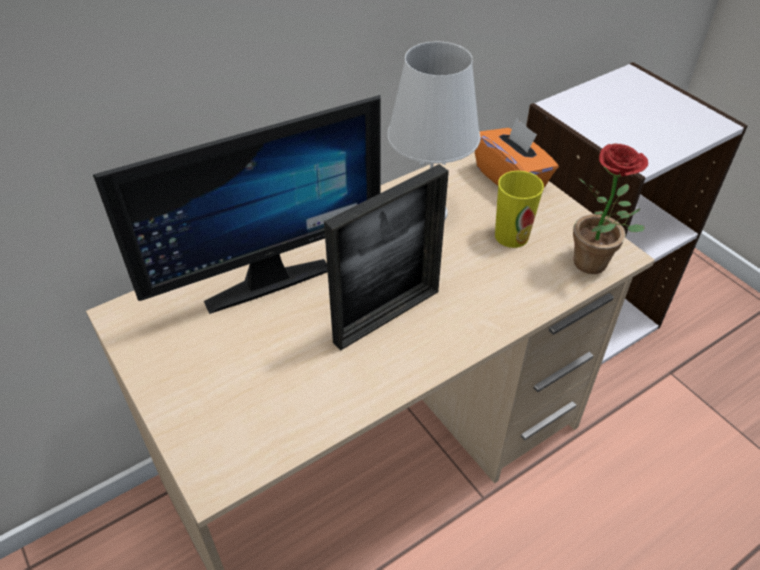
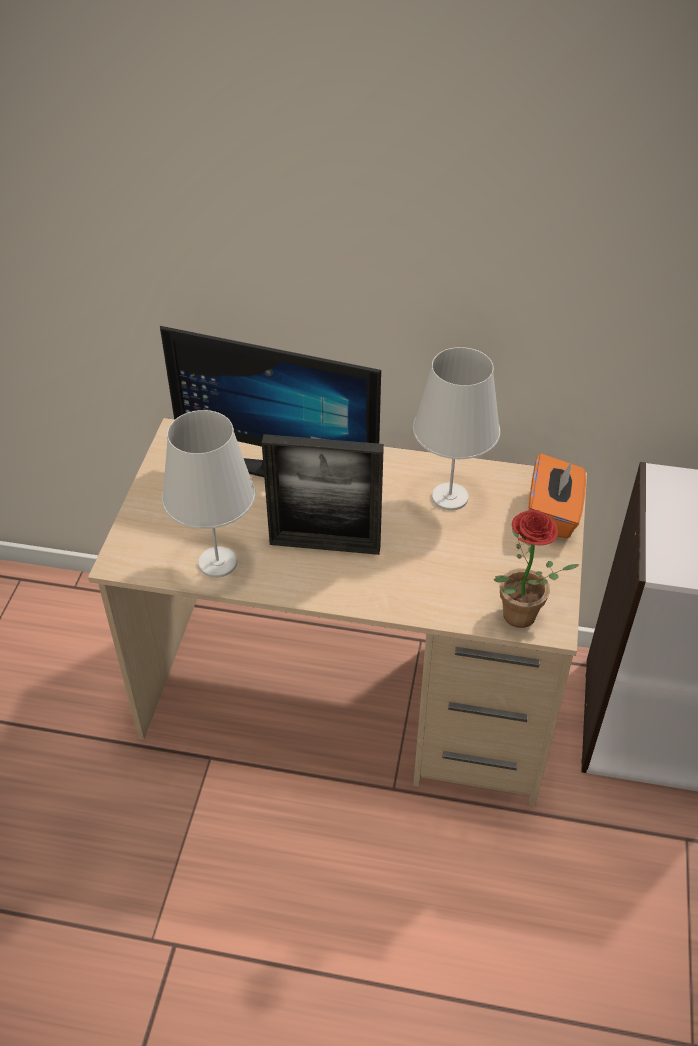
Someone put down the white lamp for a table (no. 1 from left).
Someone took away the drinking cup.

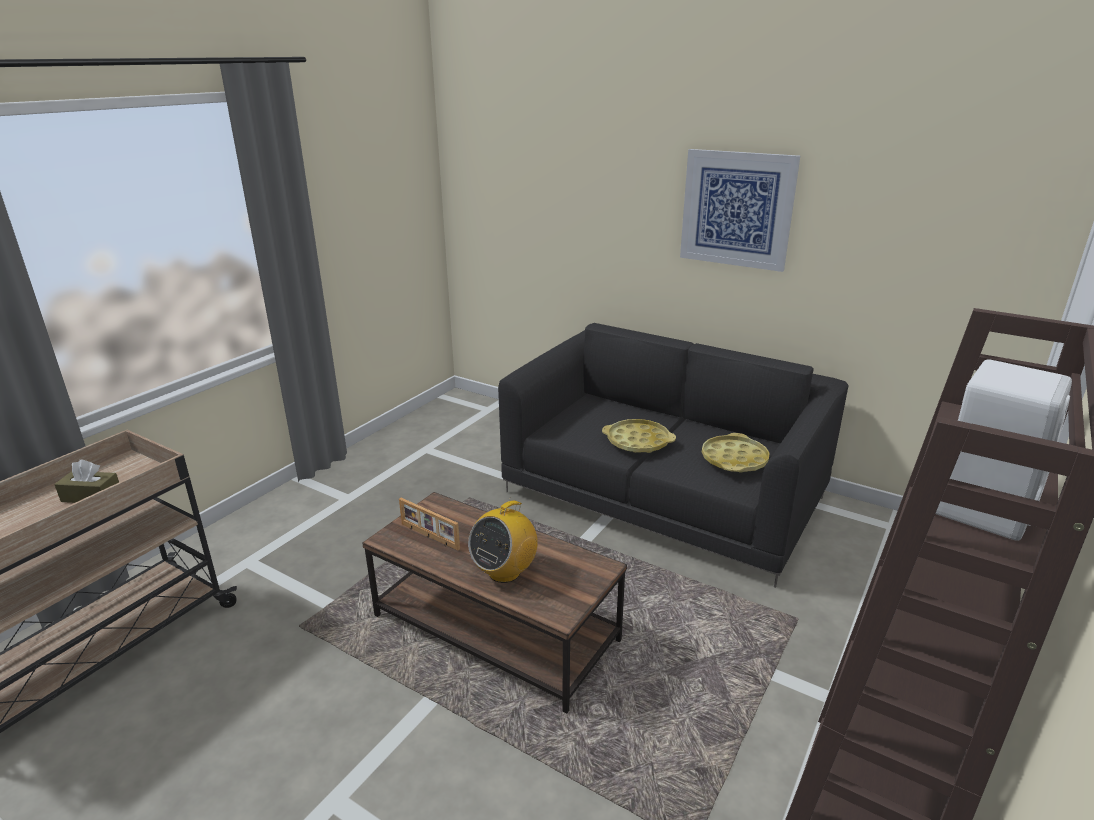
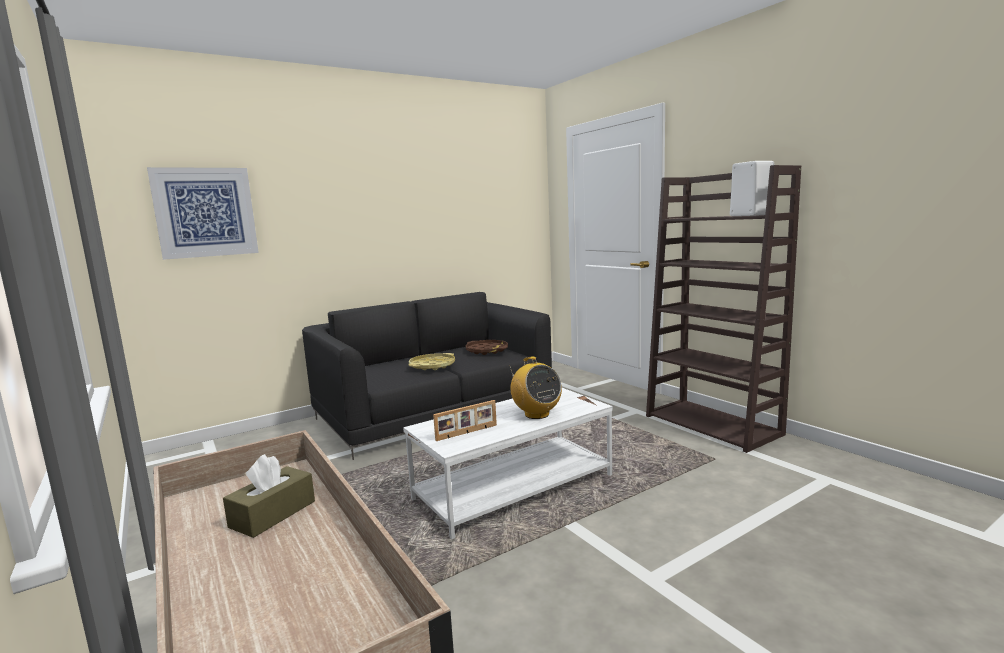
Someone carried the picture.
Someone repainted the brown-coloured coffee table, which became the white coffee table.
Someone repainted the yellow serving tray (no. 2 from left), which became the brown-coloured serving tray.

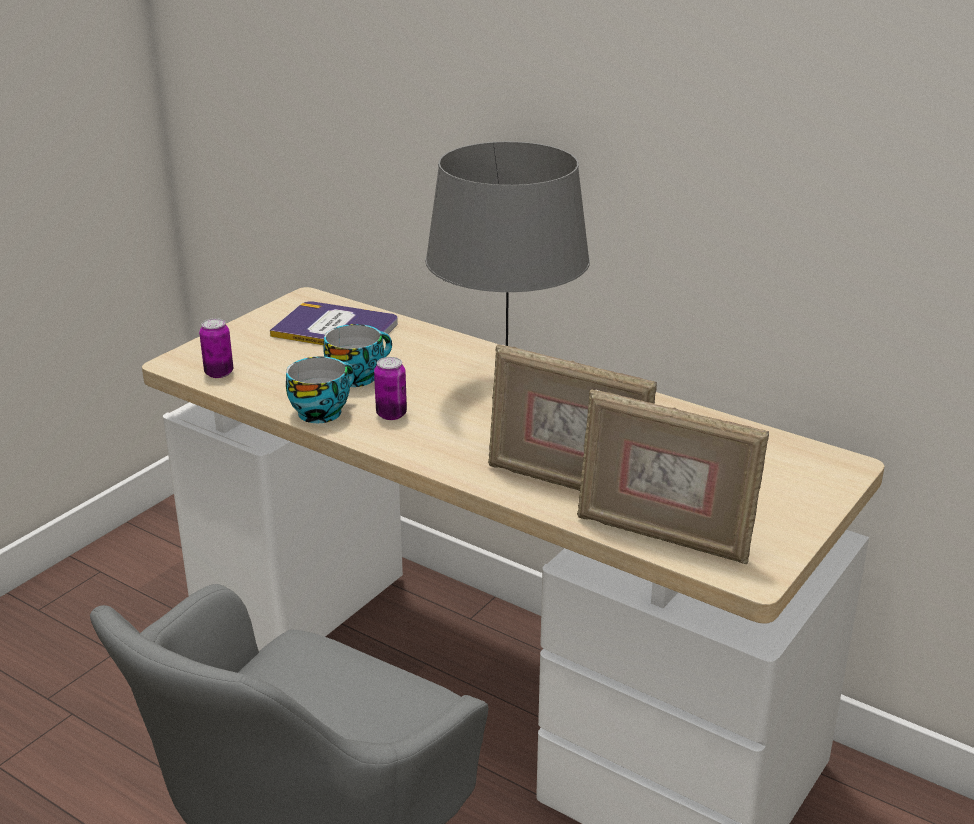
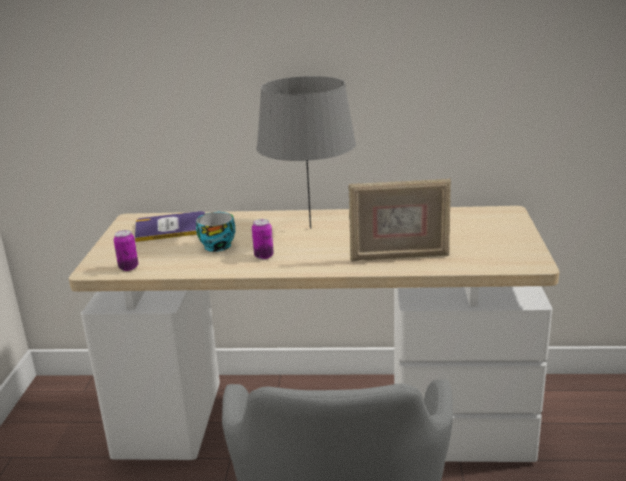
Someone took away the drinking cup (no. 1 from left).
Someone took away the standing frame (no. 2 from left).

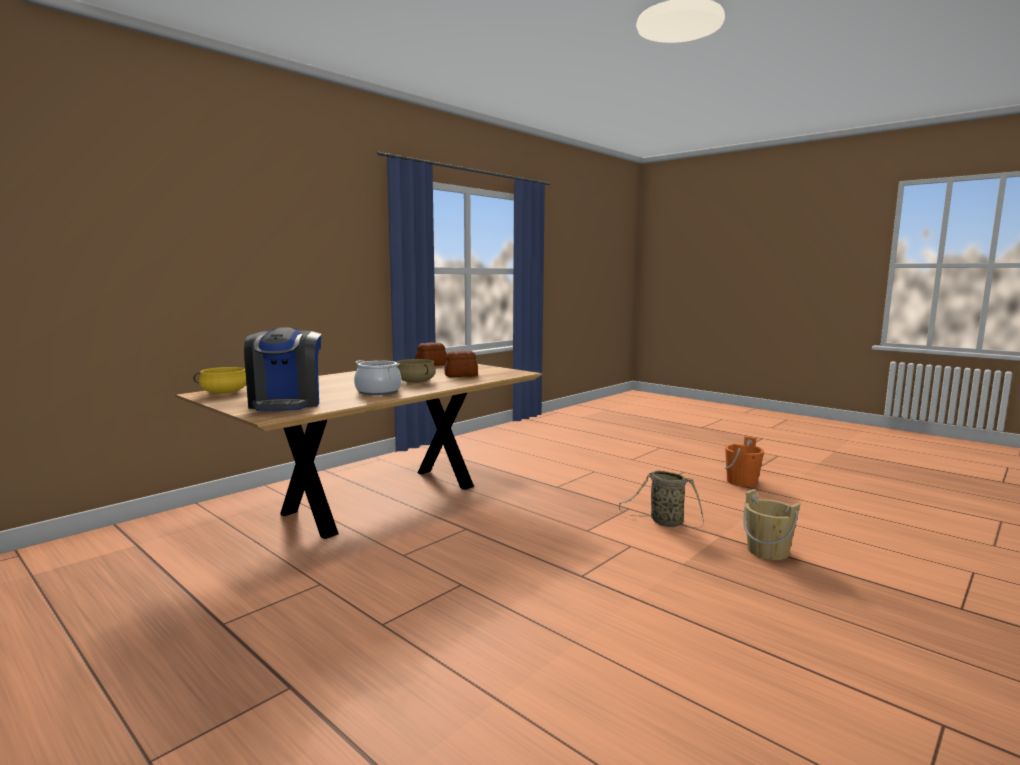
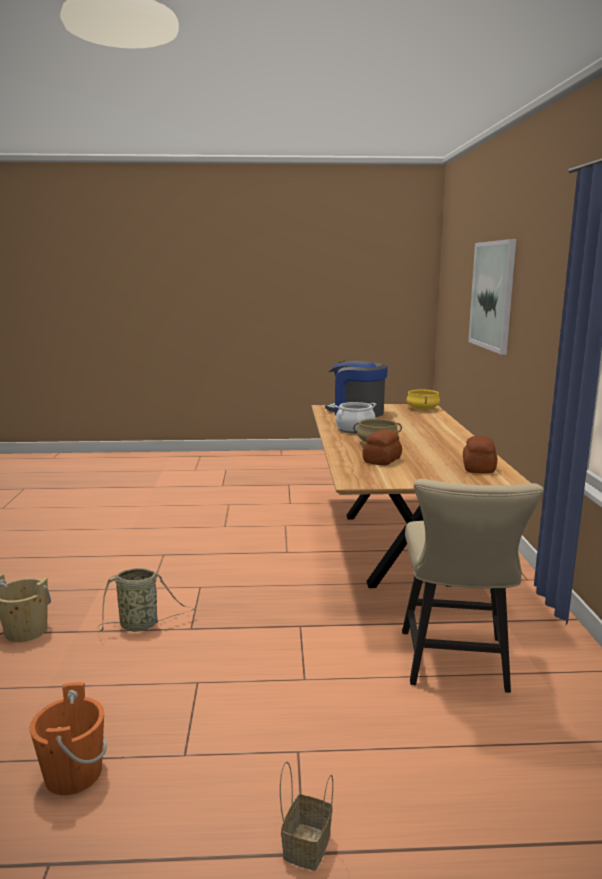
Someone put down the storage basket (no. 2 from left).
Someone put down the sand-coloured upright chair.
Someone put up the picture.

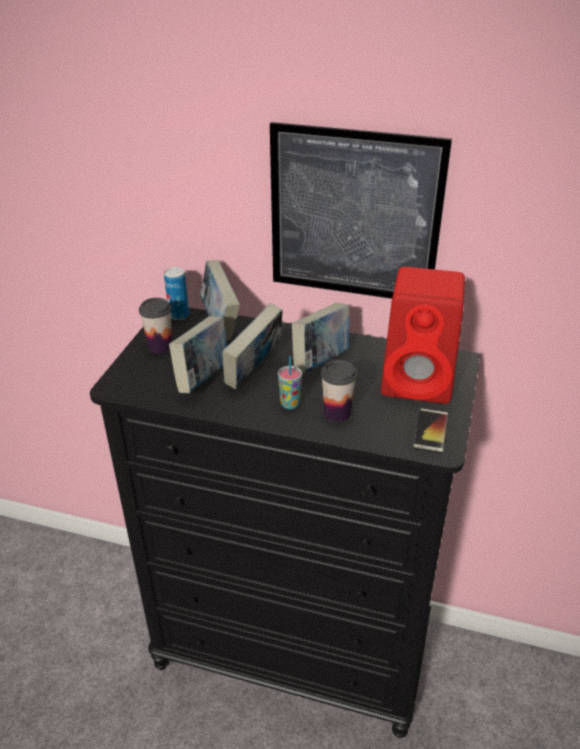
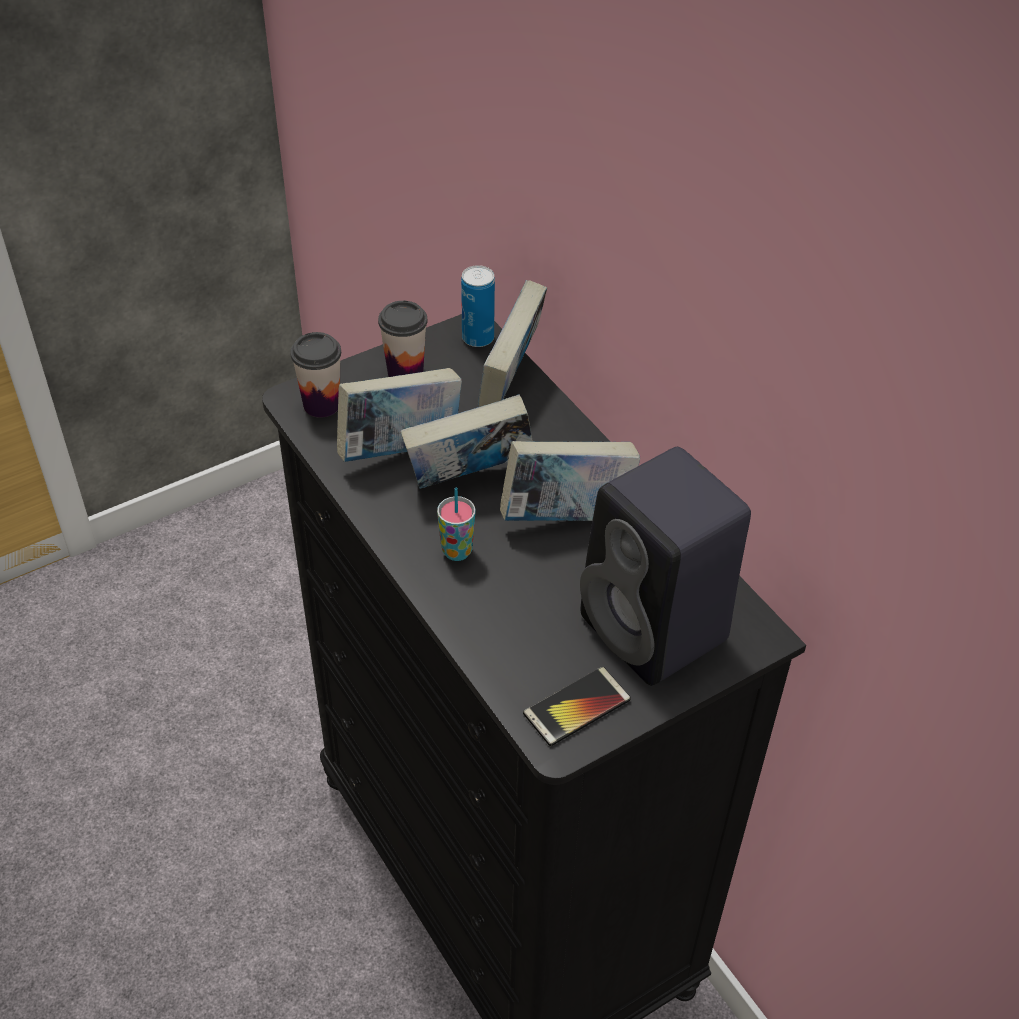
Someone carried the drinking cup (no. 3 from left in the first image).
Someone repainted the red-coloured audio speaker, which became the black-coloured audio speaker.
Someone took away the picture.

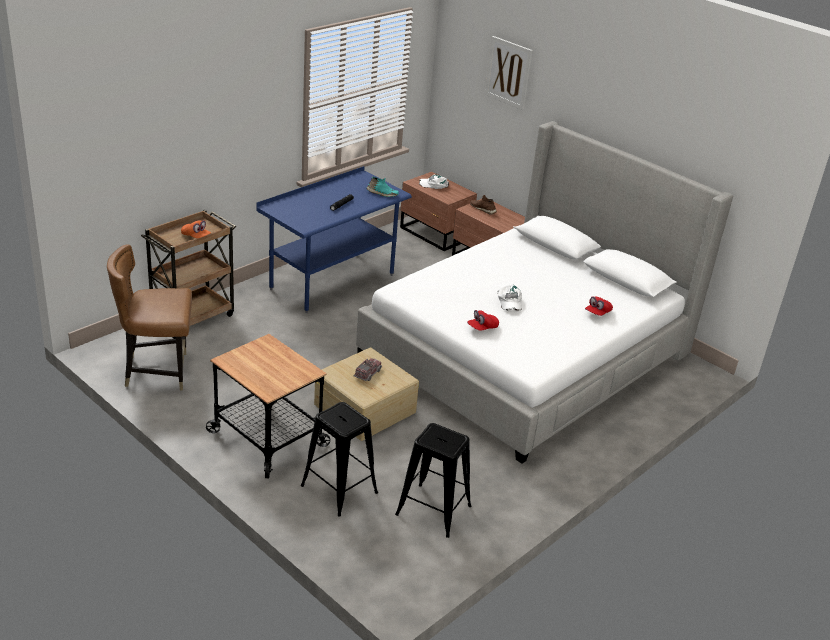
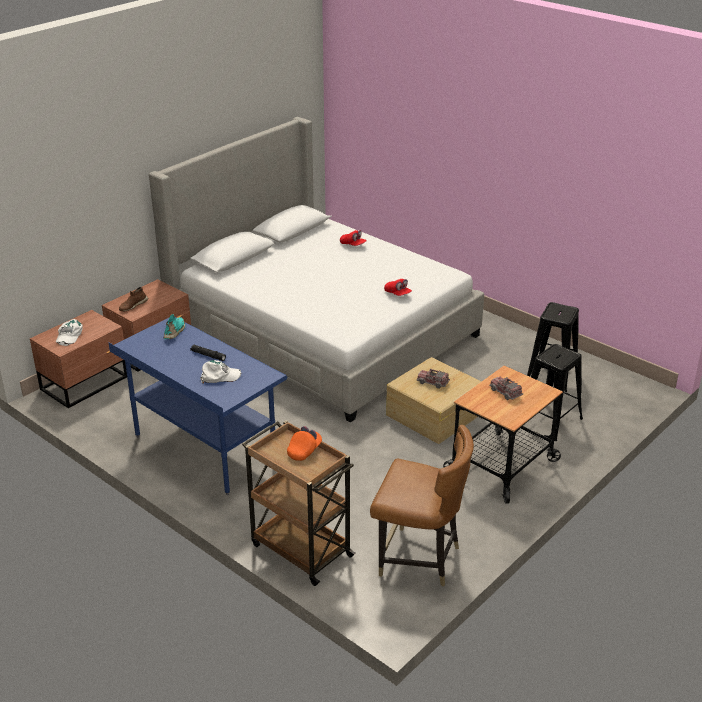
Someone carried the white peaked cap (no. 2 from left).
Someone rotated the brown-coloured upright chair by 60 degrees counterclockwise.
Someone put down the toy truck (no. 2 from left).
Someone took away the picture.

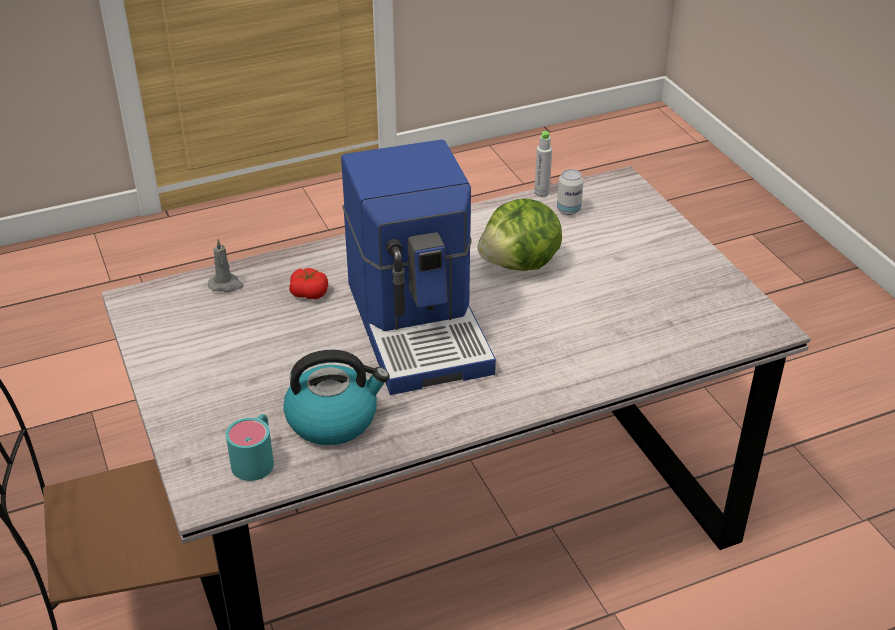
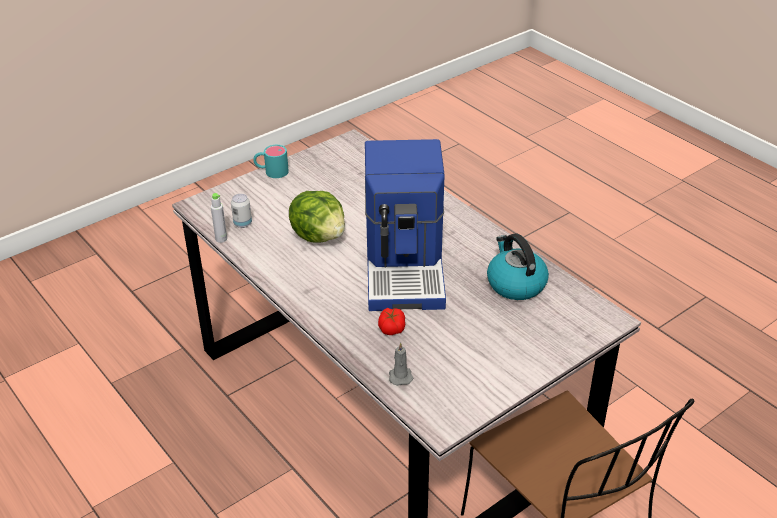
Someone carried the turquoise tea mug.
Someone rotated the coffee brewer by 120 degrees clockwise.

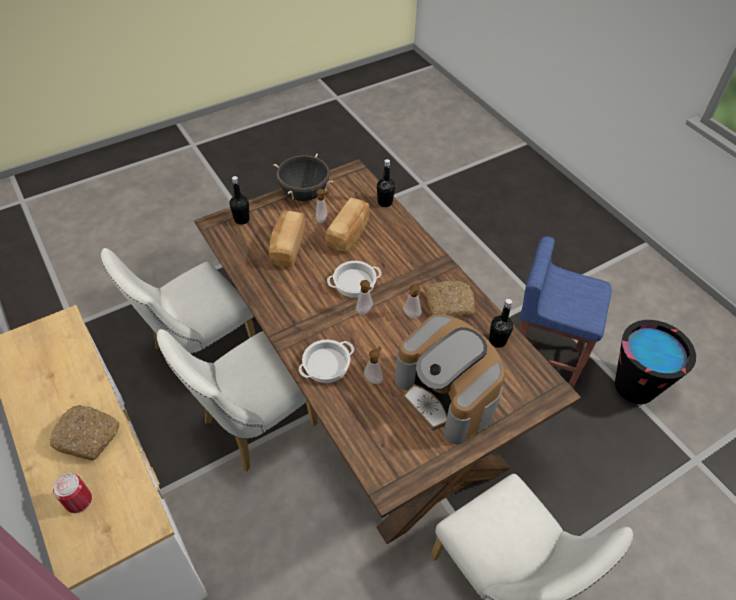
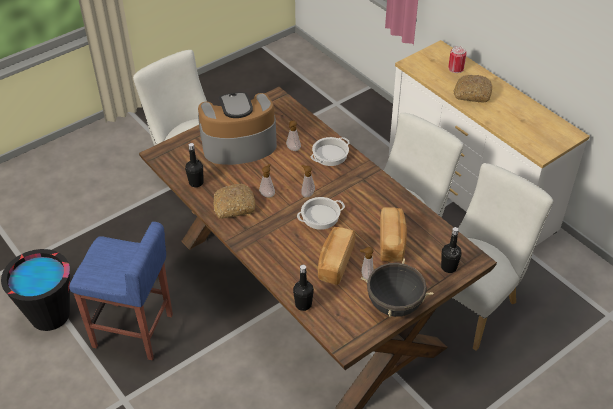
Someone rotated the coffee brewer by 60 degrees counterclockwise.

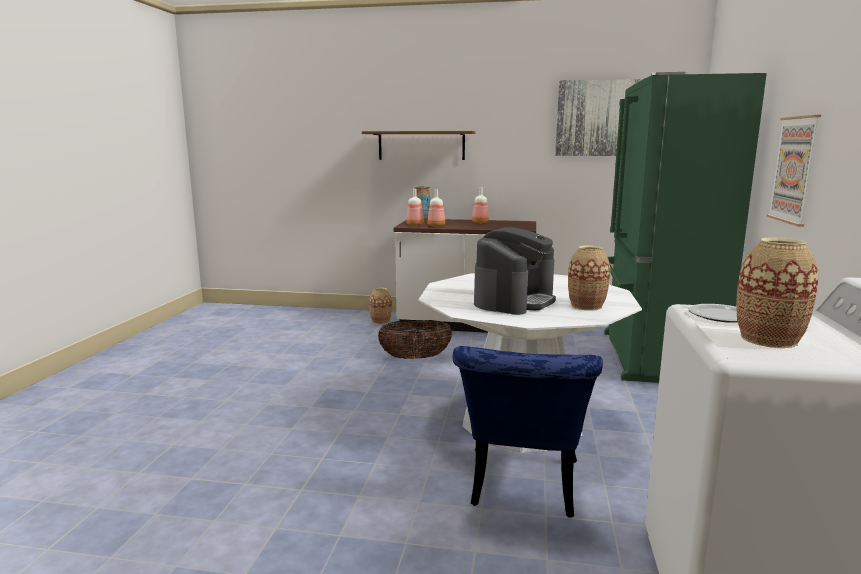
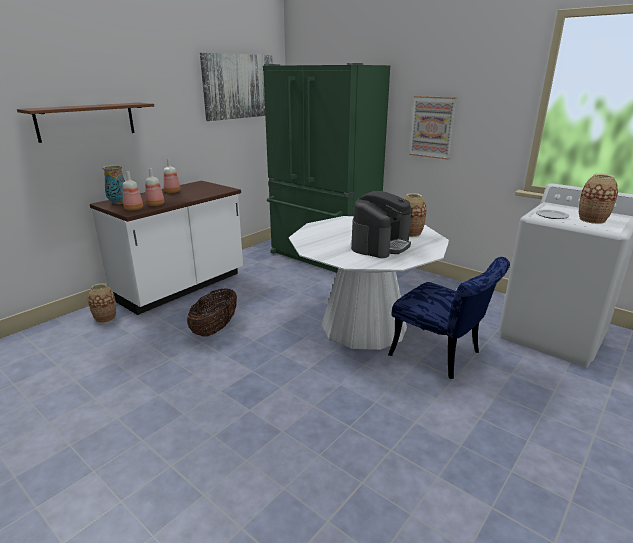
Someone rotated the coffee brewer by 60 degrees clockwise.

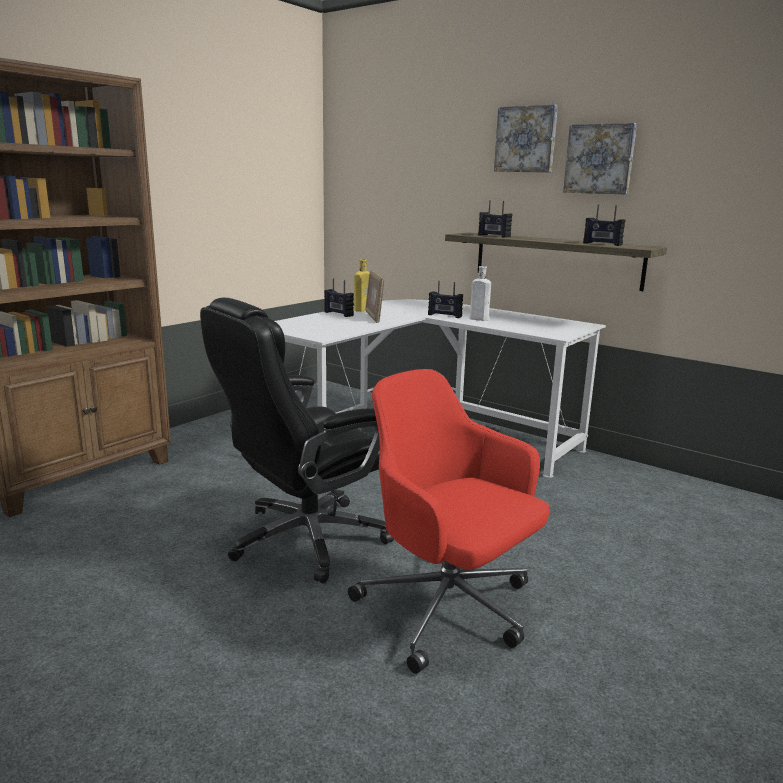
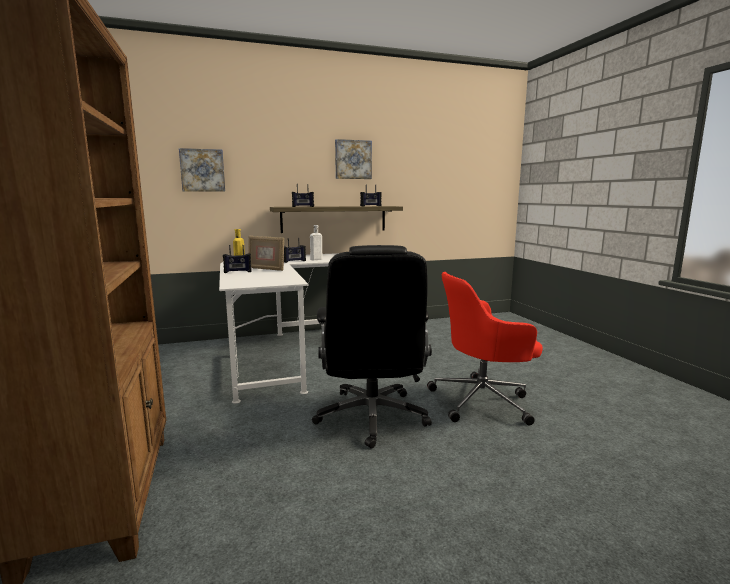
Someone carried the picture (no. 1 from left).

